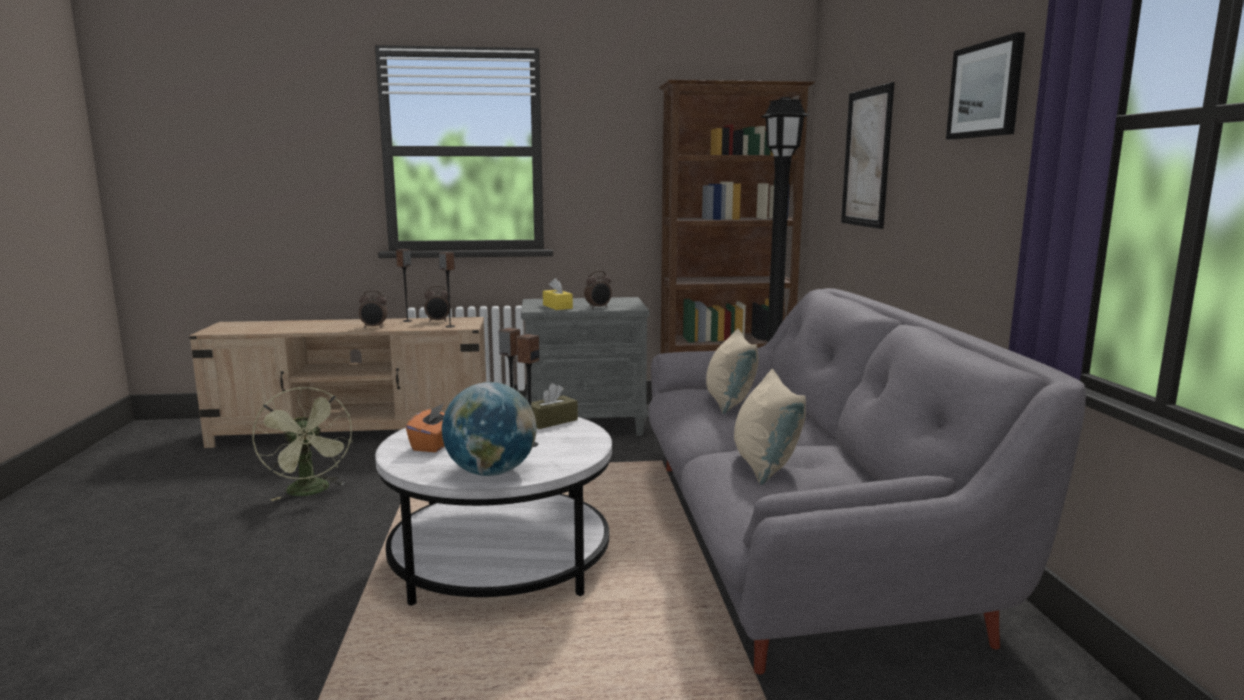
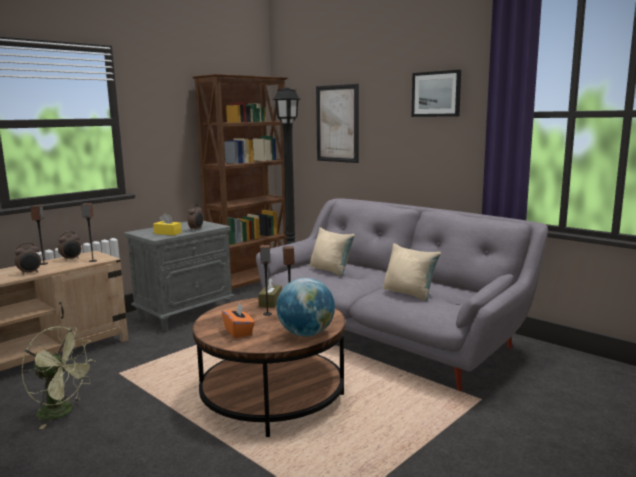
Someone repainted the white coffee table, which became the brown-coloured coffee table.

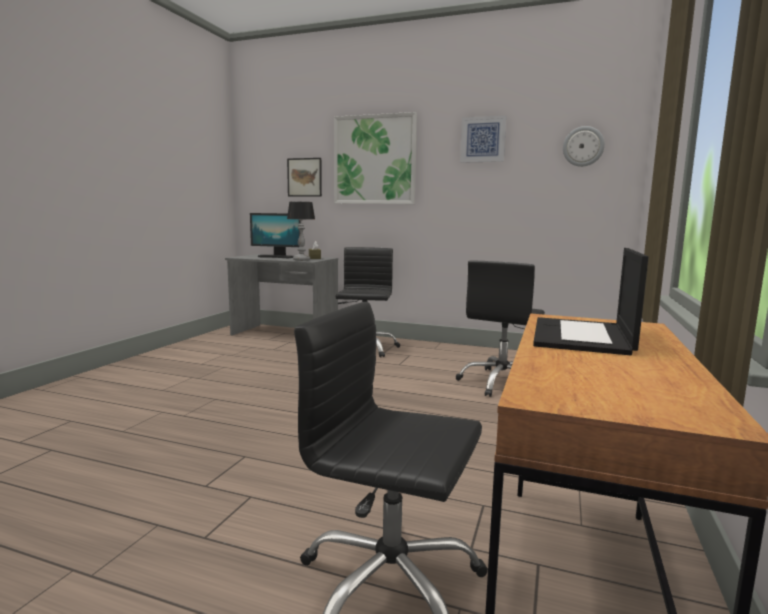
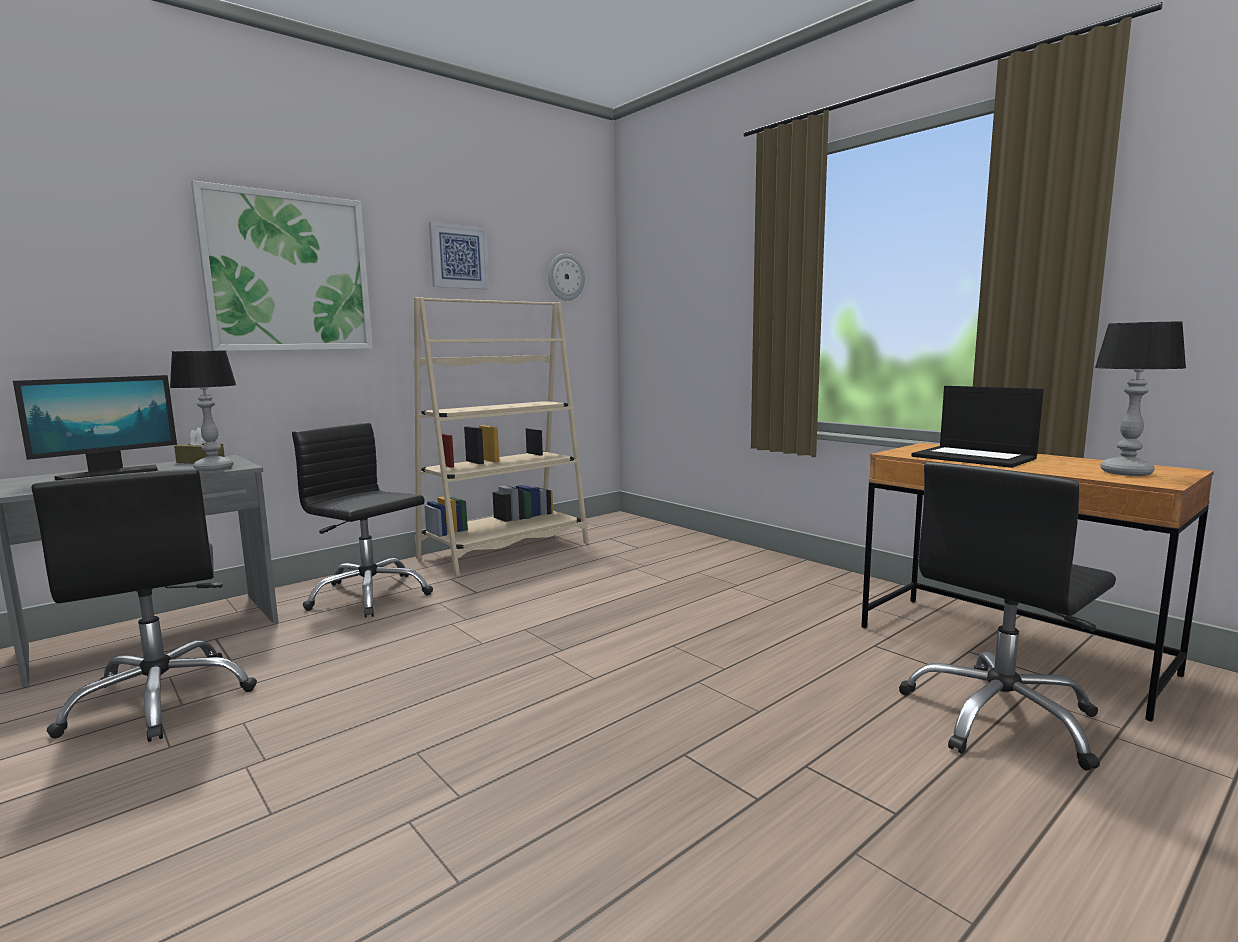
Someone carried the black-coloured desk chair (no. 3 from left in the first image).
Someone put down the sand-coloured shelving unit.
Someone put down the lamp for a table (no. 2 from left).
Someone took away the picture (no. 1 from left).

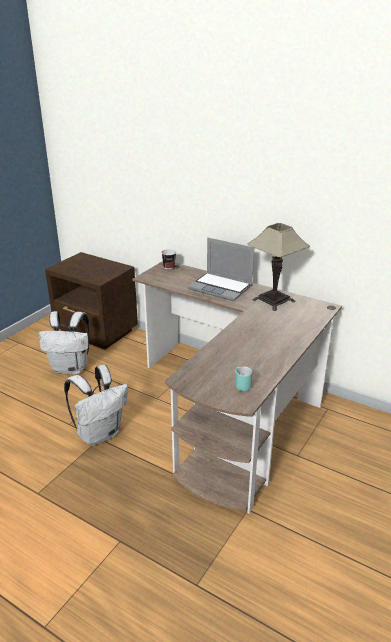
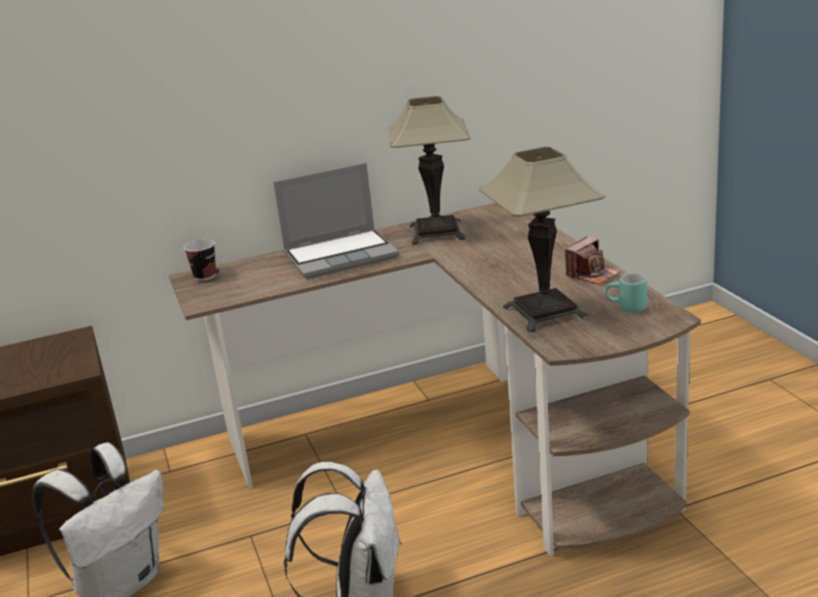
Someone put down the lamp for a table (no. 2 from left).
Someone put down the photo camera.

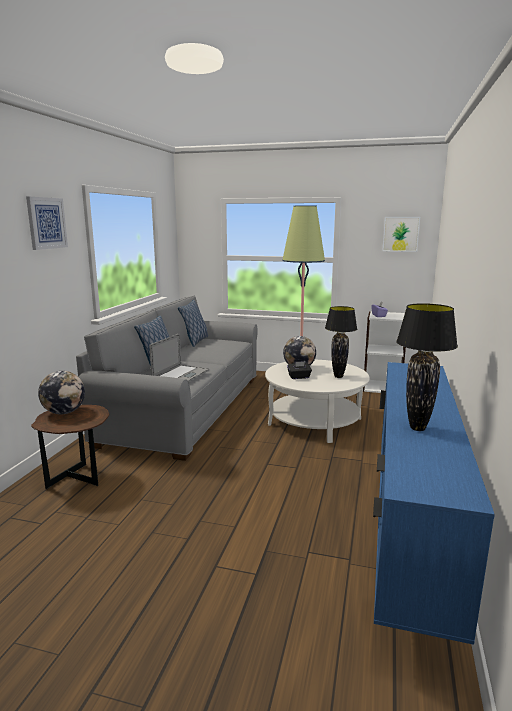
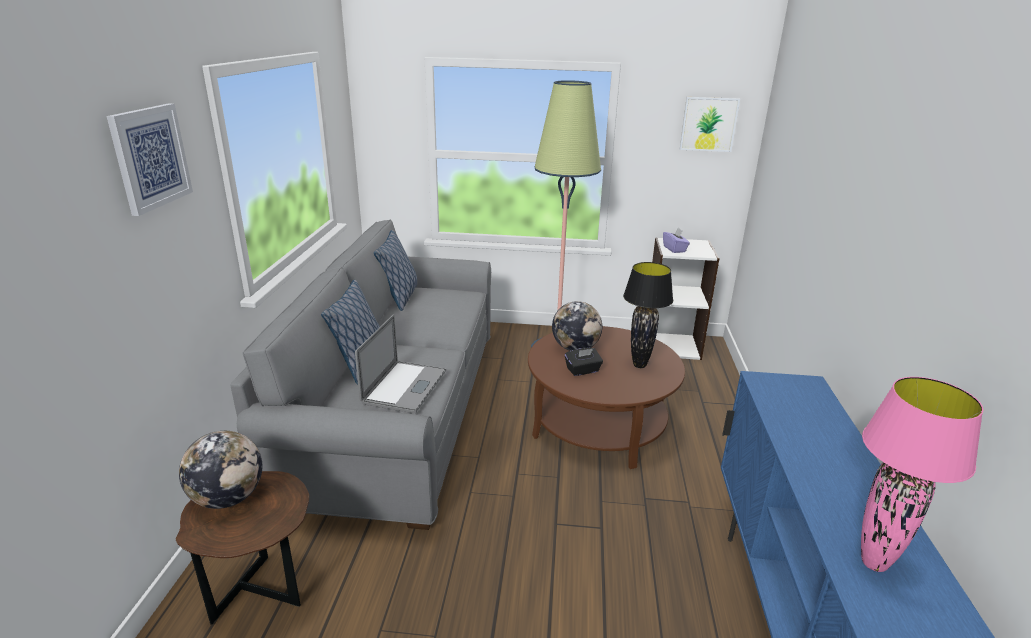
Someone repainted the white coffee table, which became the brown-coloured coffee table.
Someone repainted the black-coloured lamp for a table (no. 2 from left), which became the pink-coloured lamp for a table.

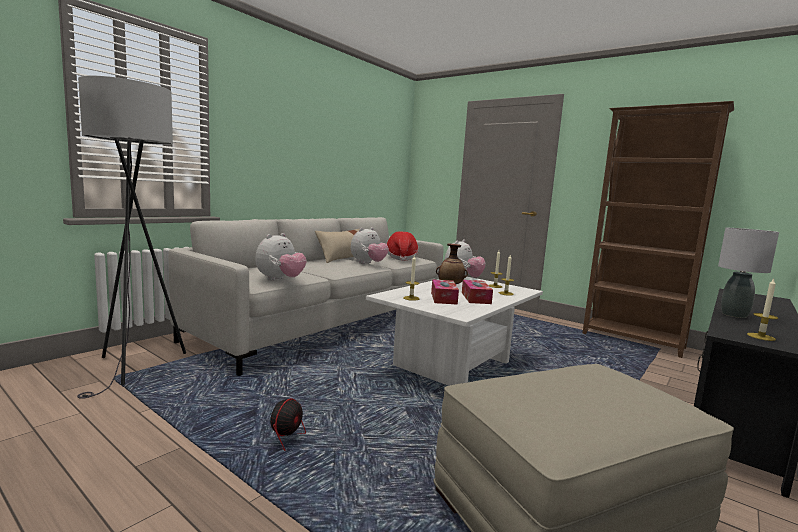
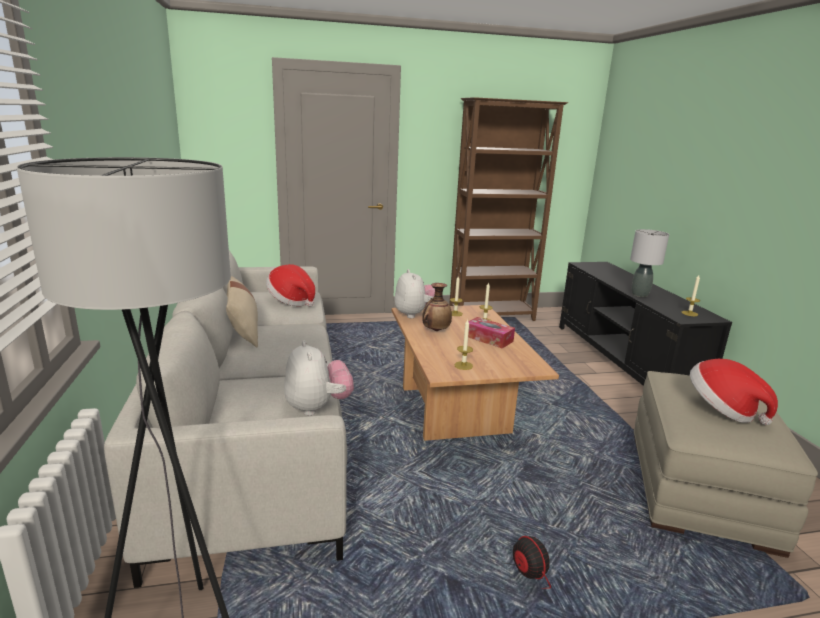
Someone repainted the white coffee table, which became the brown-coloured coffee table.
Someone put down the wearable hat (no. 2 from left).
Someone took away the soft toy (no. 2 from left).
Someone took away the tissue box (no. 1 from left).

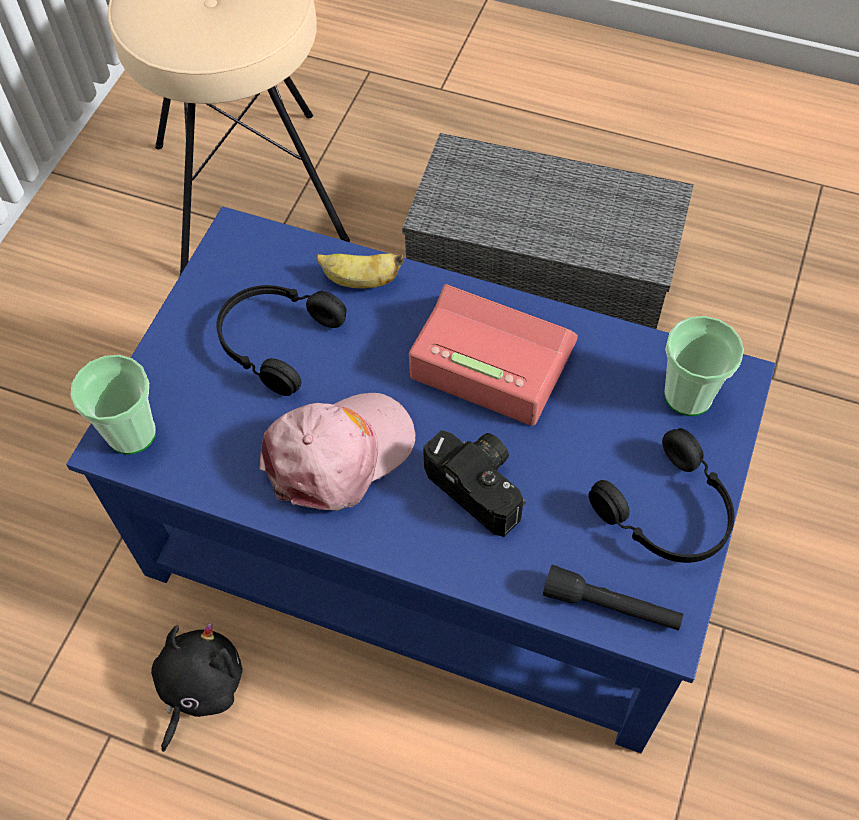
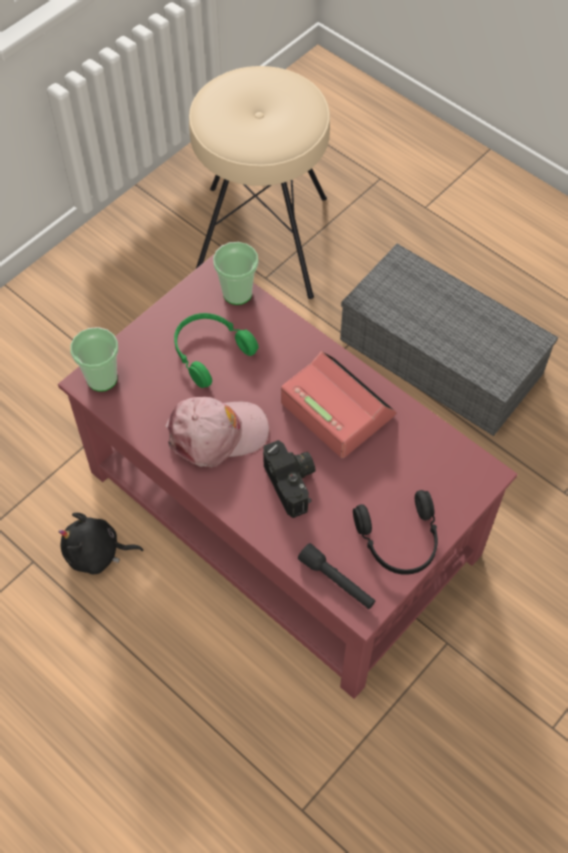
Someone repainted the blue-coloured coffee table, which became the red-coloured coffee table.
Someone rotated the black-coloured soft toy by 135 degrees counterclockwise.
Someone repainted the black-coloured pair of headphones (no. 1 from left), which became the greenish pair of headphones.
Someone carried the drinking cup (no. 2 from left).
Someone took away the banana.

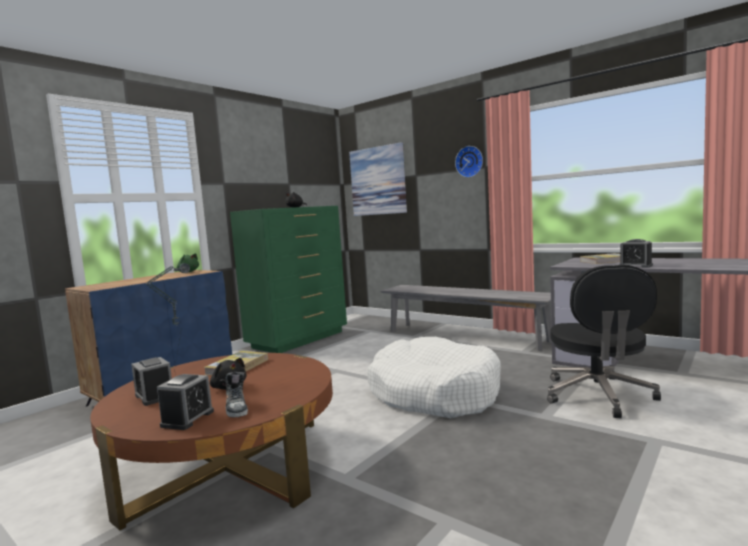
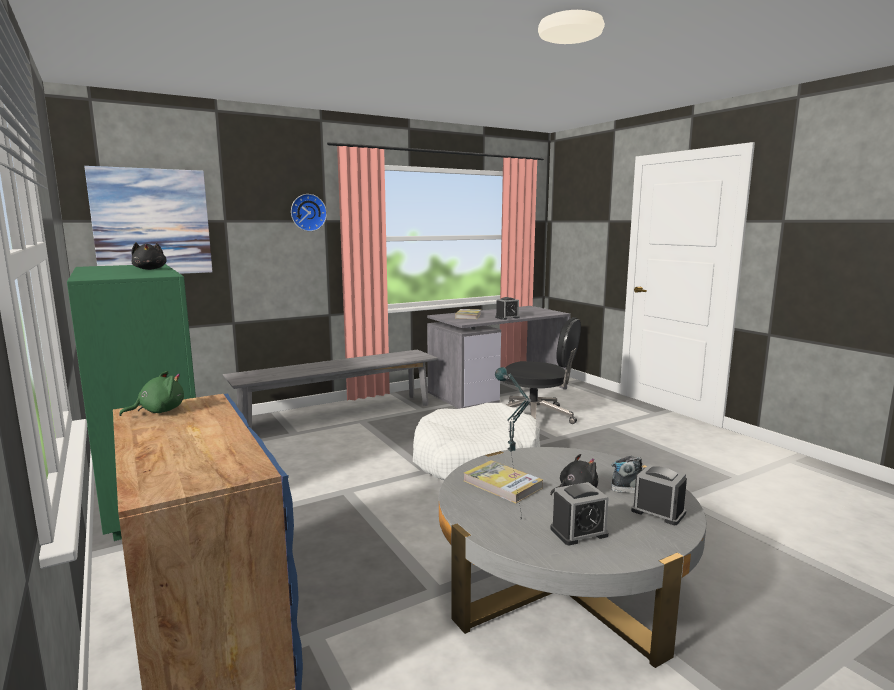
Someone repainted the brown-coloured coffee table, which became the grey coffee table.

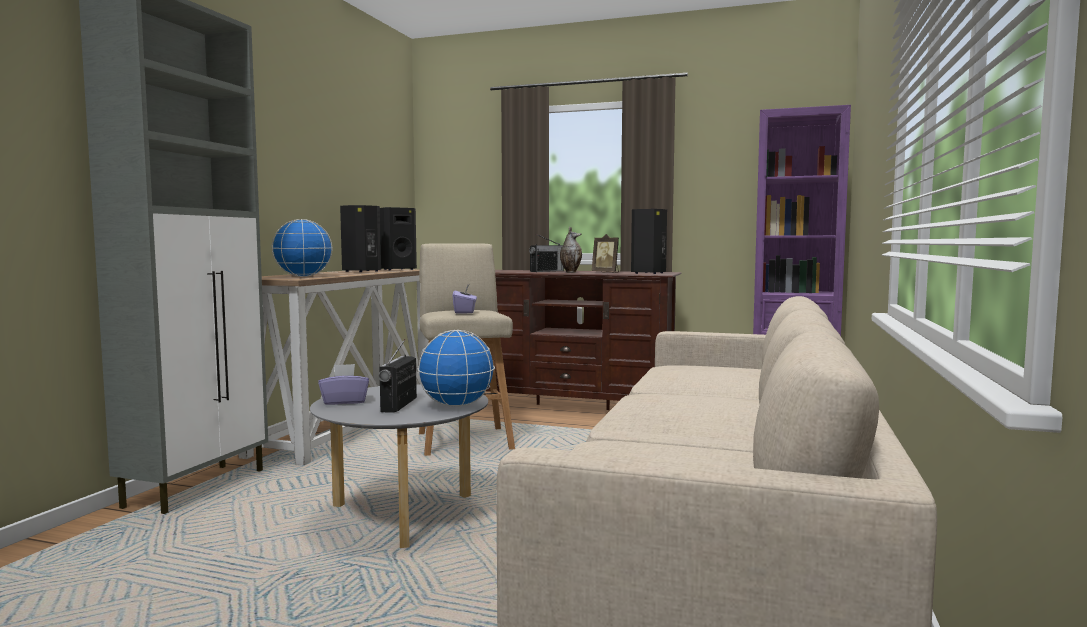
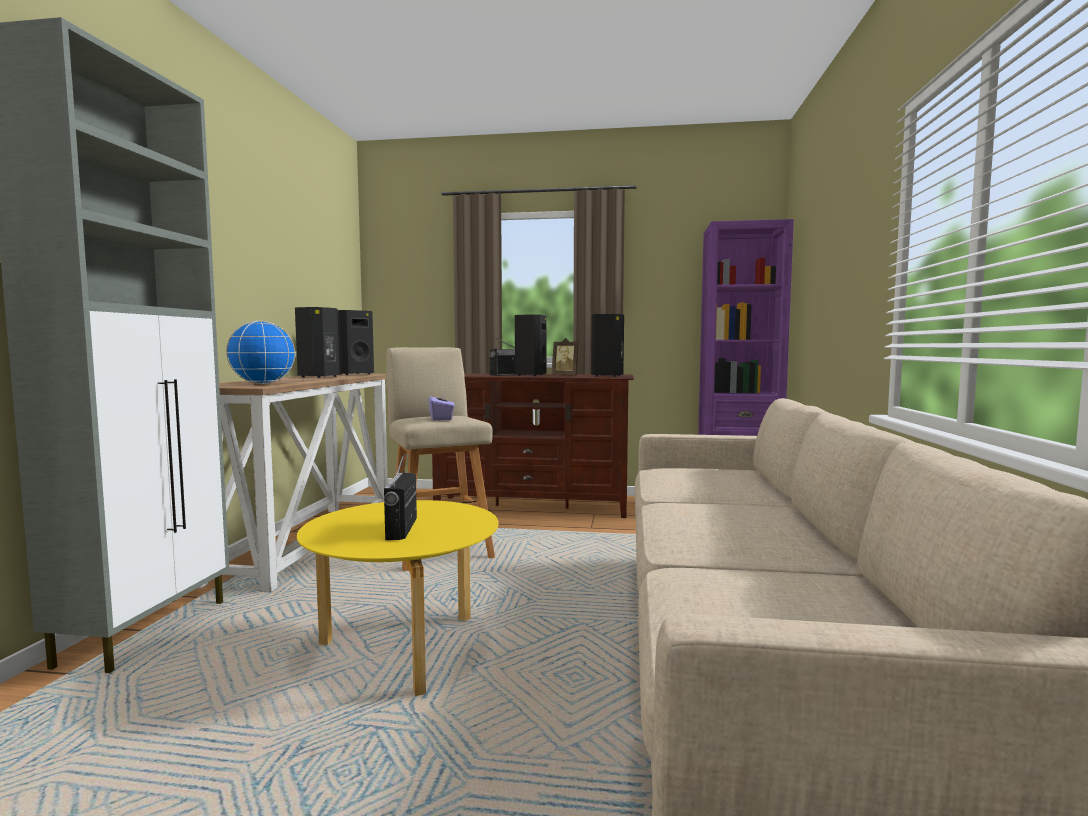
Someone repainted the grey coffee table, which became the yellow coffee table.
Someone swapped the decorative vase for the black-coloured audio speaker (no. 3 from left).
Someone took away the purple-coloured tissue box (no. 1 from left).
Someone took away the globe (no. 2 from left).

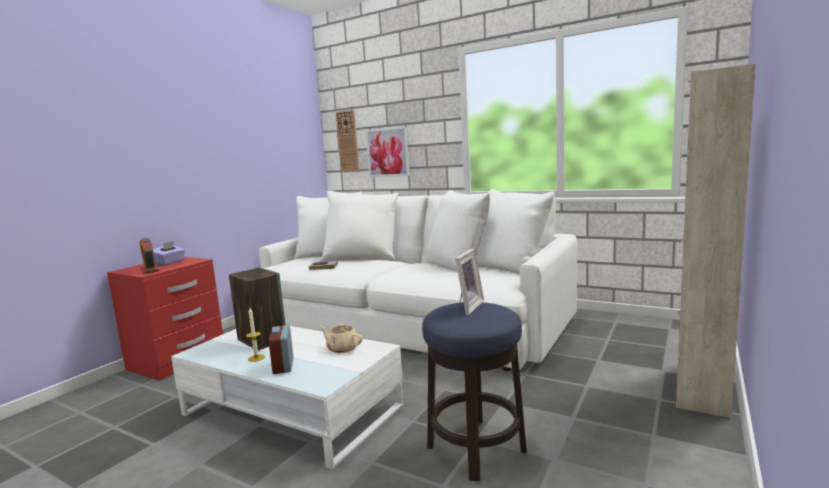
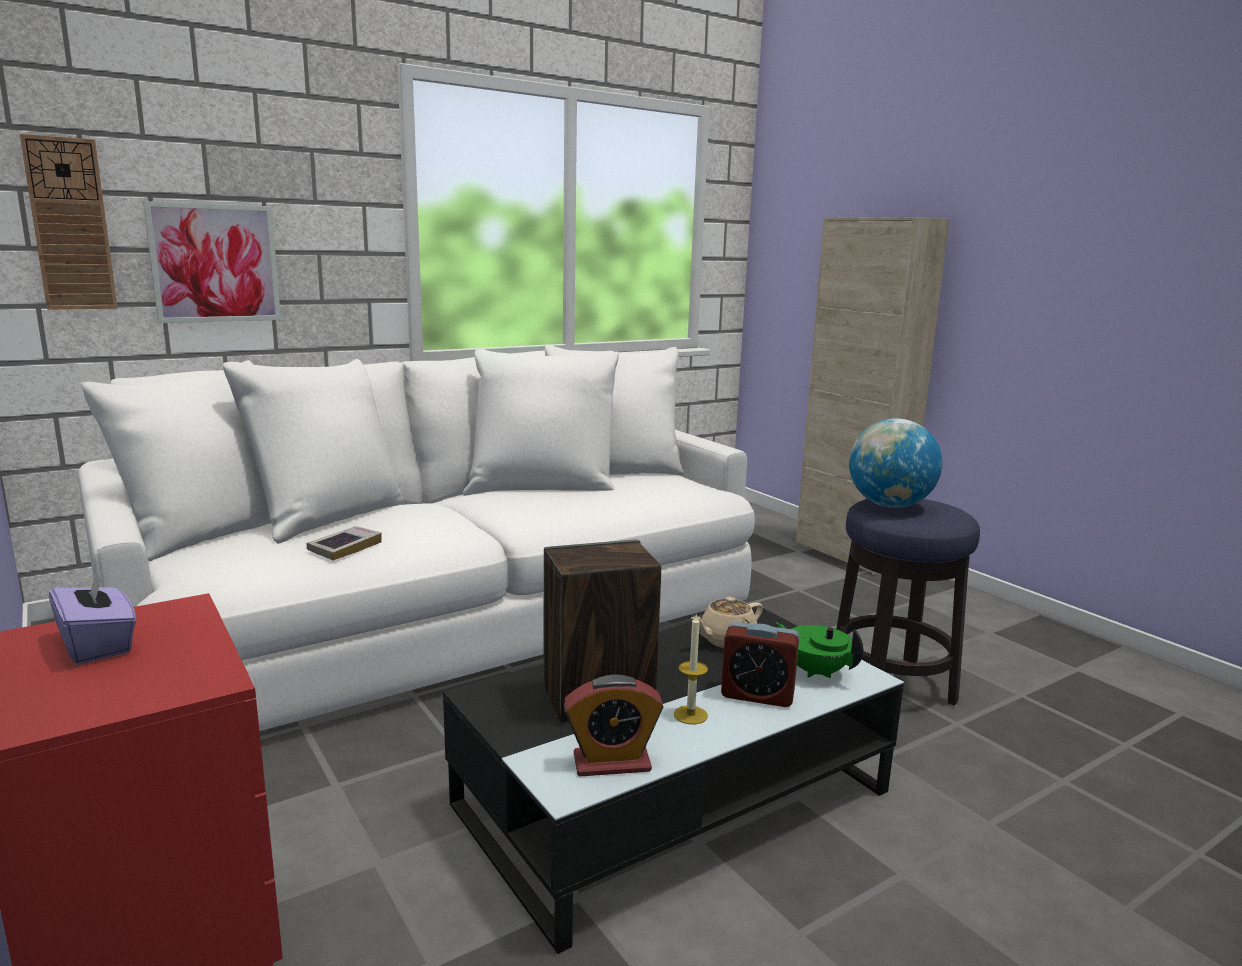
Someone repainted the white coffee table, which became the black-coloured coffee table.
Someone carried the table clock (no. 1 from left).
Someone put down the greenish tea pot.
Someone swapped the standing frame for the globe.

